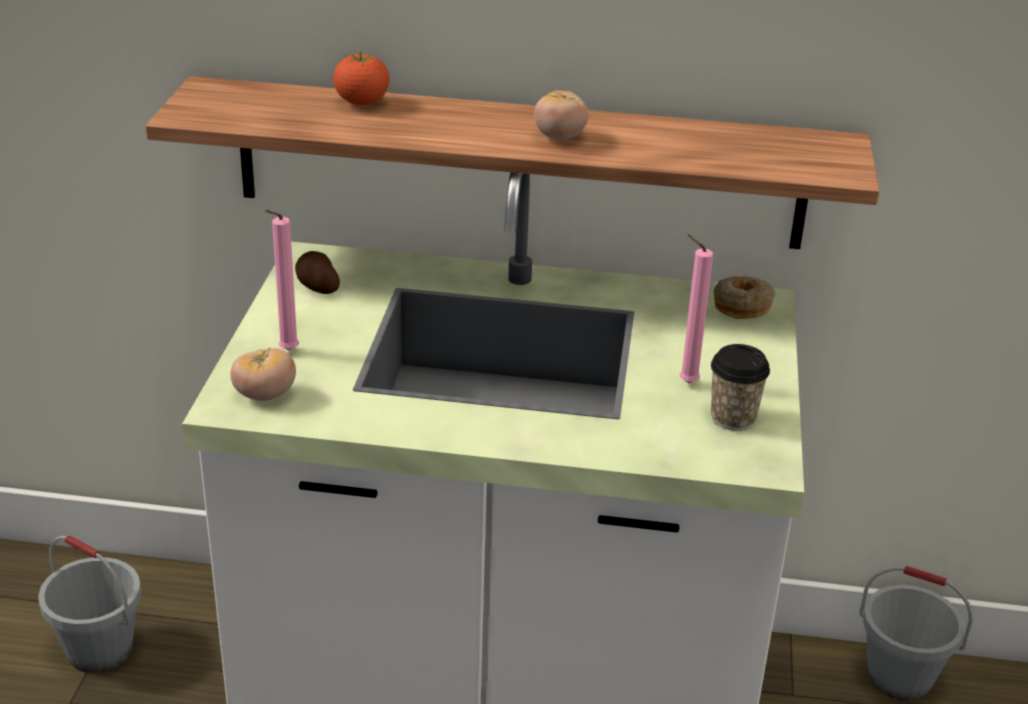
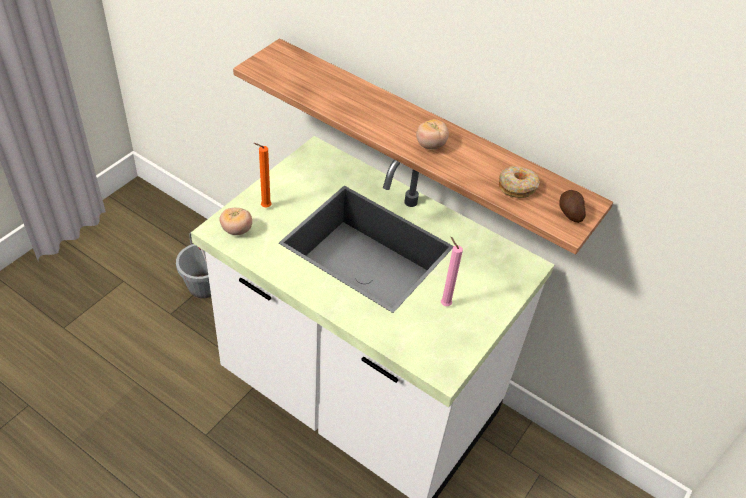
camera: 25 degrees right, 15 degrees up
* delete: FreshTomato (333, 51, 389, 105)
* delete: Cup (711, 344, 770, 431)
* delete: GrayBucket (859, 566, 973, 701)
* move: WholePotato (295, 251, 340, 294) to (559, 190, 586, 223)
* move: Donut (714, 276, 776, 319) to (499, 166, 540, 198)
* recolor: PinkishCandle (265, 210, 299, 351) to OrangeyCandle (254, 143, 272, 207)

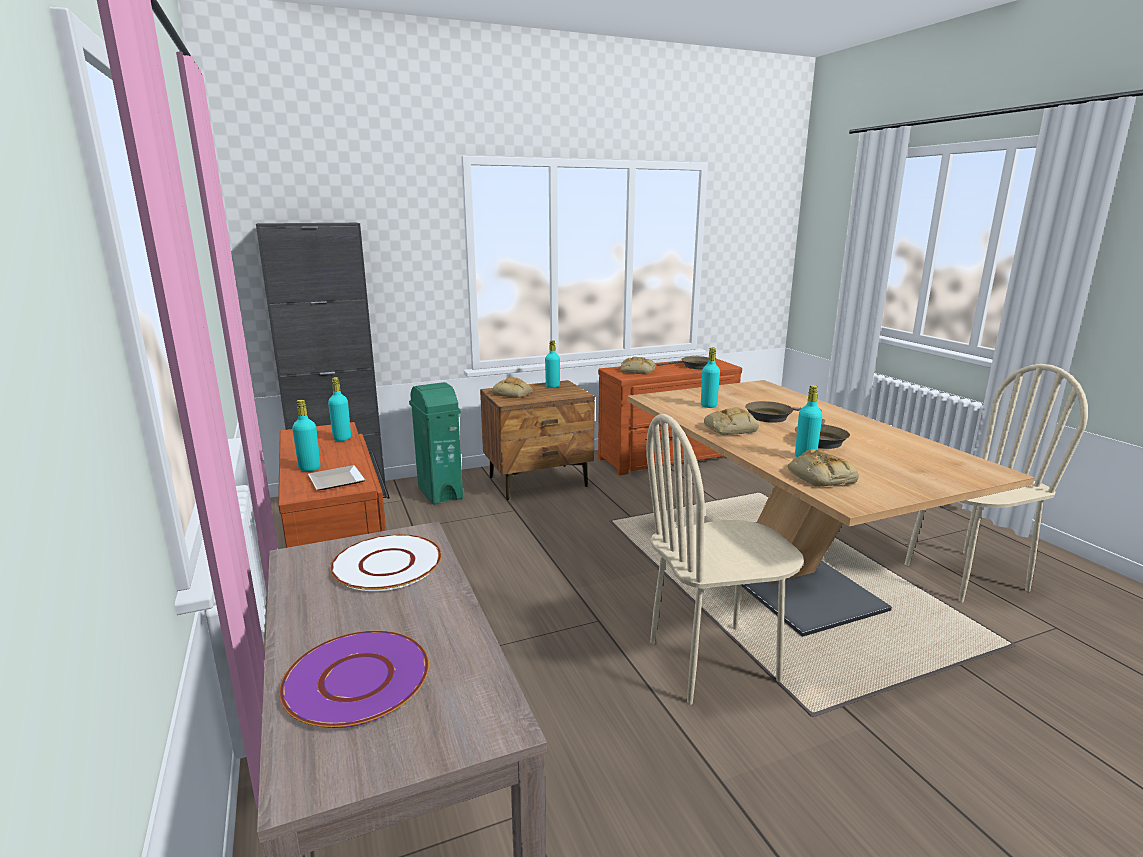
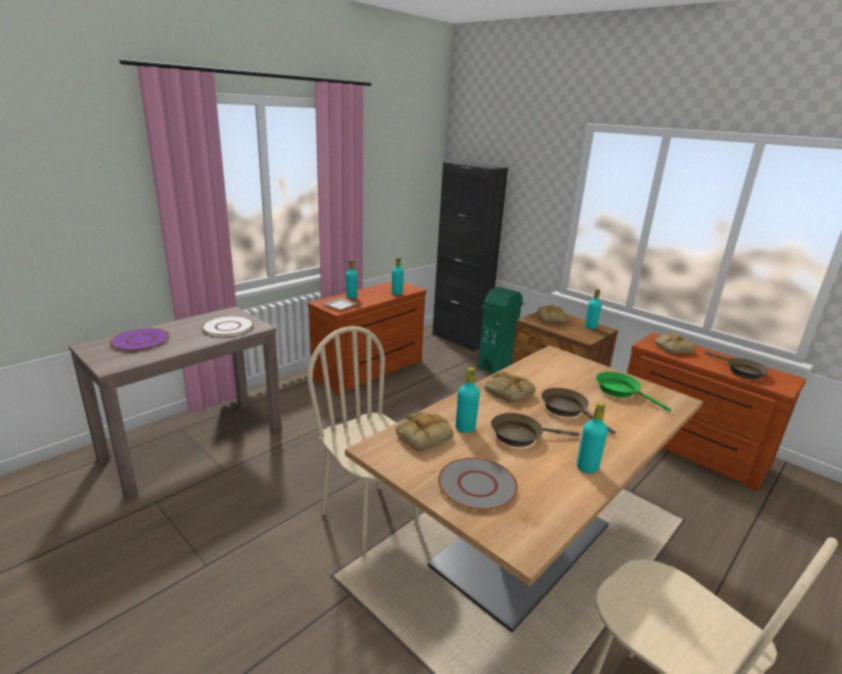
camera: 65 degrees right, 5 degrees up
* insert: GrayPlate (438, 458, 518, 511)
* insert: GreenColouredPan (596, 372, 671, 412)
* move: BlueGreenDrinkBottle (701, 348, 720, 408) to (577, 402, 608, 473)

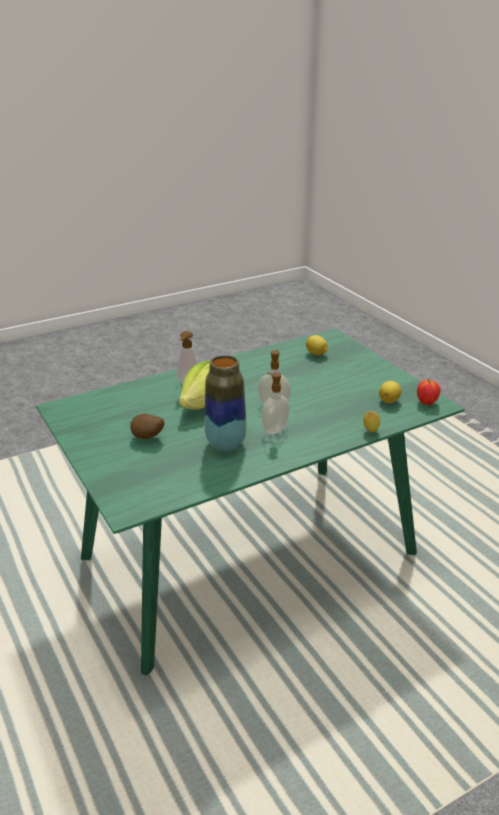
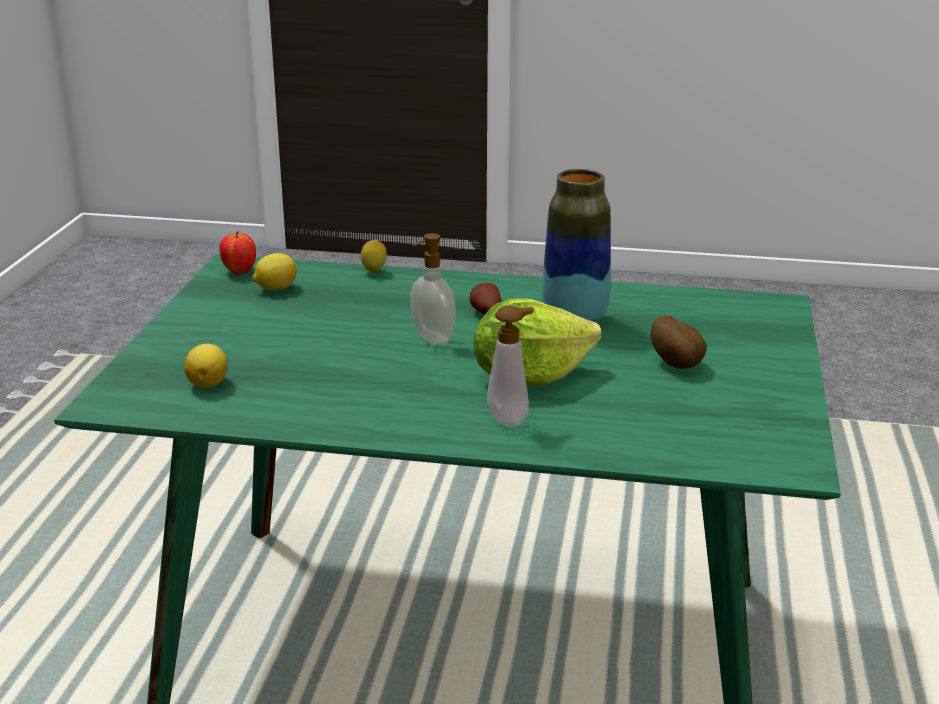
camera: 140 degrees left, 5 degrees down
* replace: SoapDispenser (262, 372, 289, 435) to WholePotato (469, 283, 502, 315)

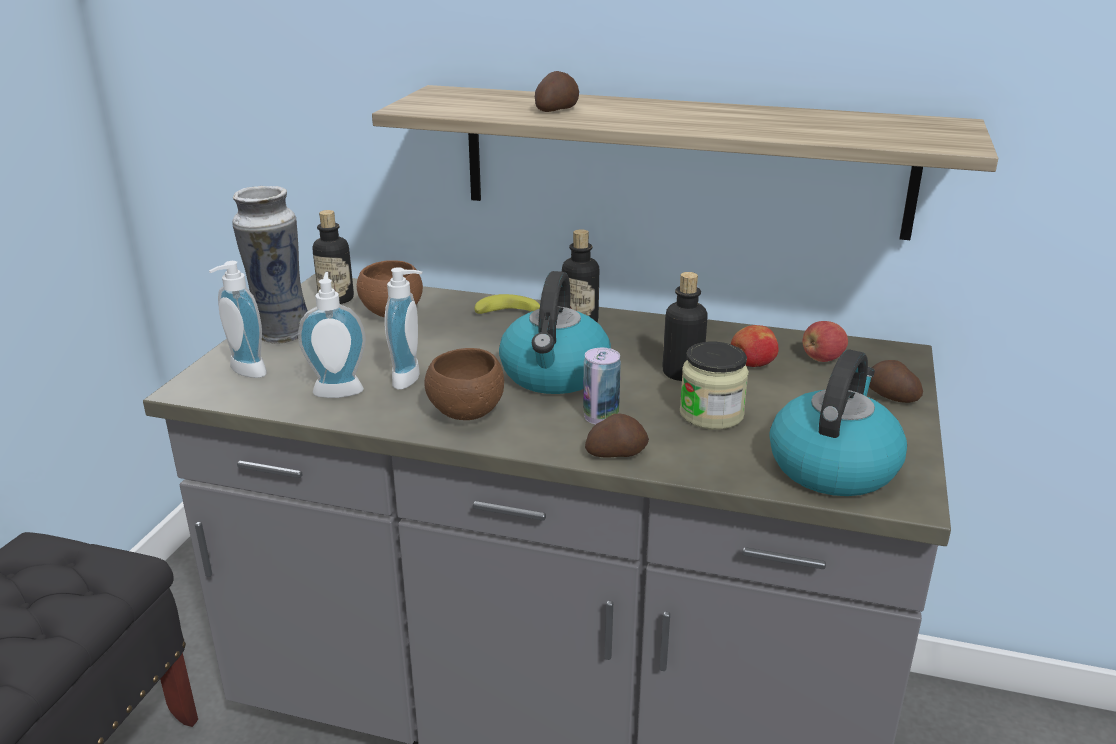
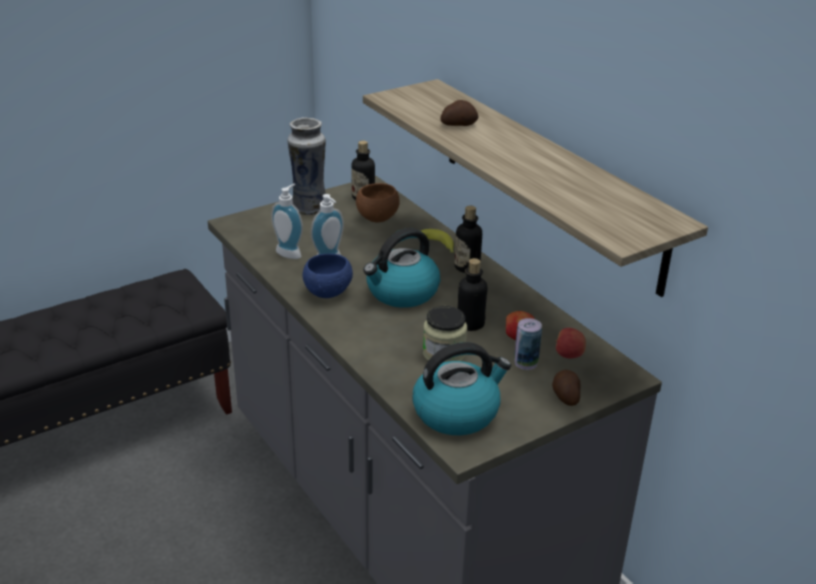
camera: 40 degrees right, 5 degrees up
* delete: SoapDispenser (209, 261, 267, 378)
* delete: WholePotato (585, 413, 649, 458)
* move: MetalCan (583, 348, 621, 425) to (514, 318, 542, 370)
* recolor: BrownishBowl (424, 348, 504, 420) to BlueColouredBowl (303, 254, 353, 298)

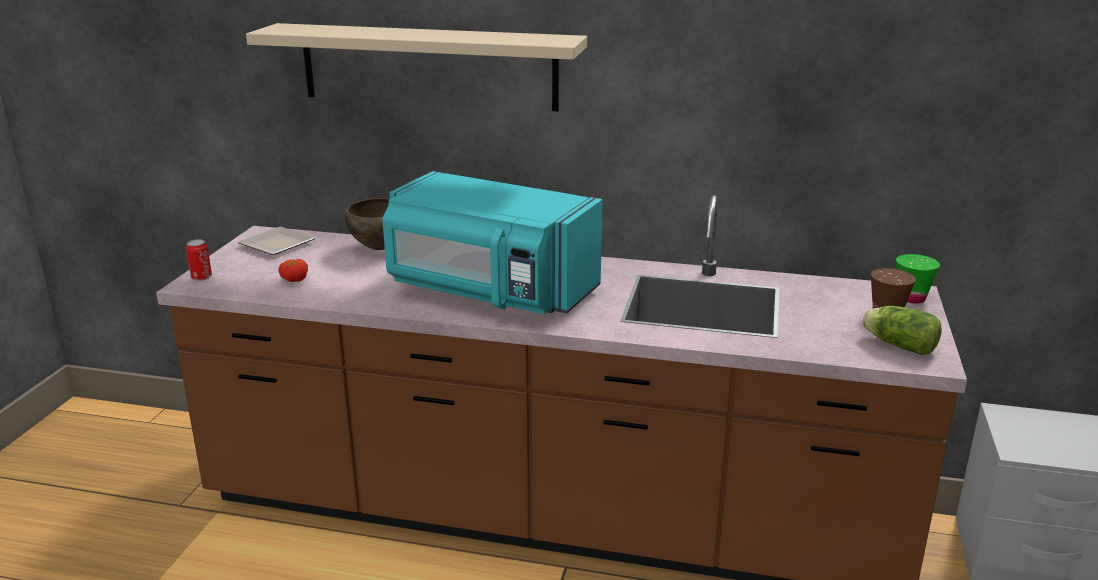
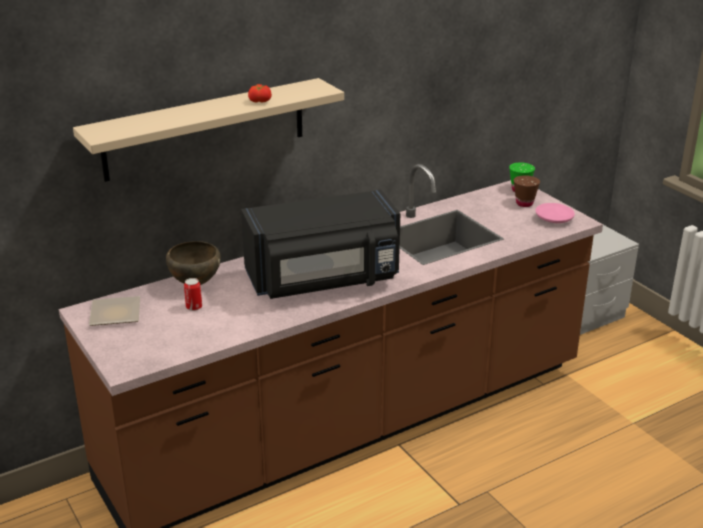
camera: 45 degrees left, 5 degrees up
* move: MetalCan (186, 239, 212, 281) to (184, 278, 202, 311)
* move: FreshTomato (279, 259, 308, 282) to (248, 84, 272, 103)
* replace: Lettuce (863, 306, 941, 355) to PinkishPlate (535, 203, 575, 223)
* recolor: BlueGreenKitchenMicrowave (383, 171, 603, 314) to BlackishKitchenMicrowave (241, 190, 400, 299)

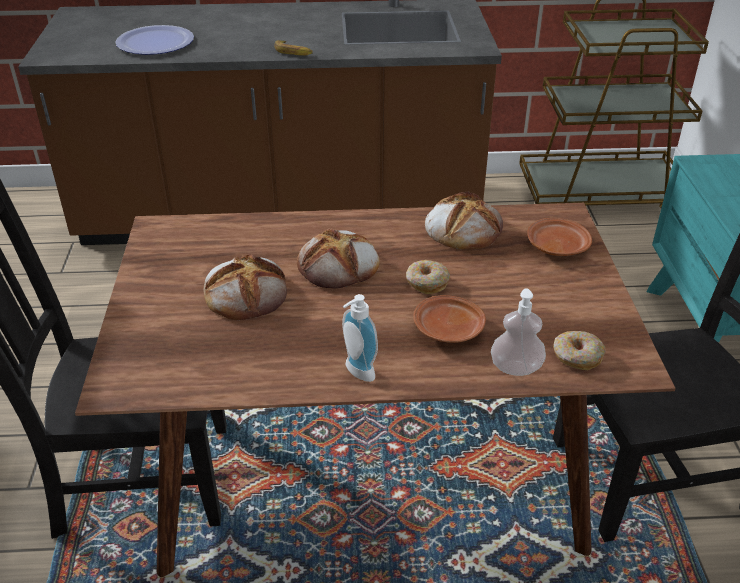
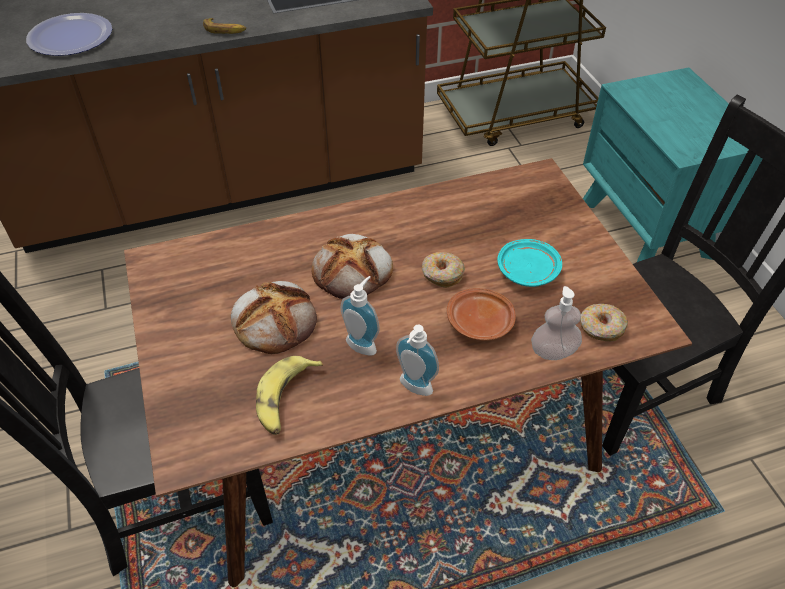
camera: 15 degrees left, 10 degrees up
* delete: Bread (425, 191, 503, 250)
* delete: BrownishPlate (527, 218, 592, 256)
* insert: BananaFruit (256, 356, 323, 435)
* insert: SoapDispenser (341, 276, 379, 356)
* insert: BlueGreenPlate (497, 239, 562, 287)

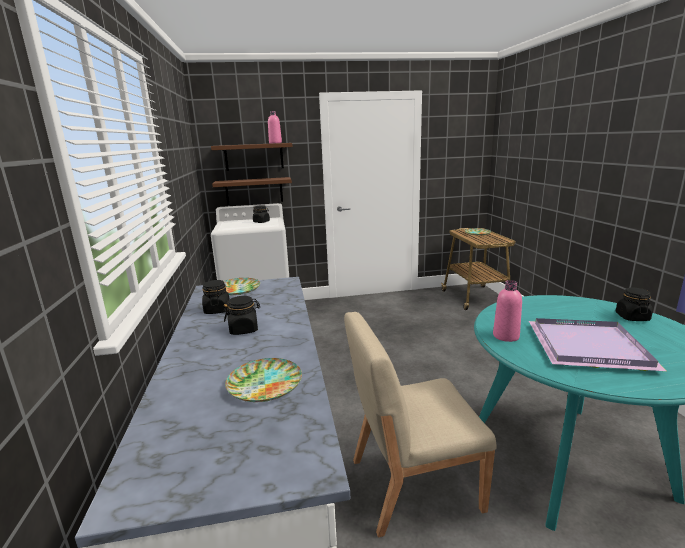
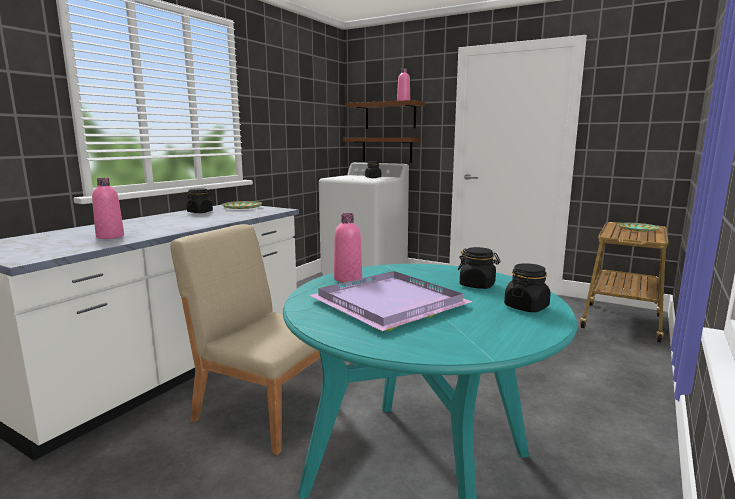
camera: 40 degrees right, 5 degrees down
* move: BlackishStorageJar (223, 296, 260, 335) to (458, 247, 501, 289)
* replace: Plate (225, 358, 302, 402) to PinkishDrinkBottle (92, 178, 124, 239)

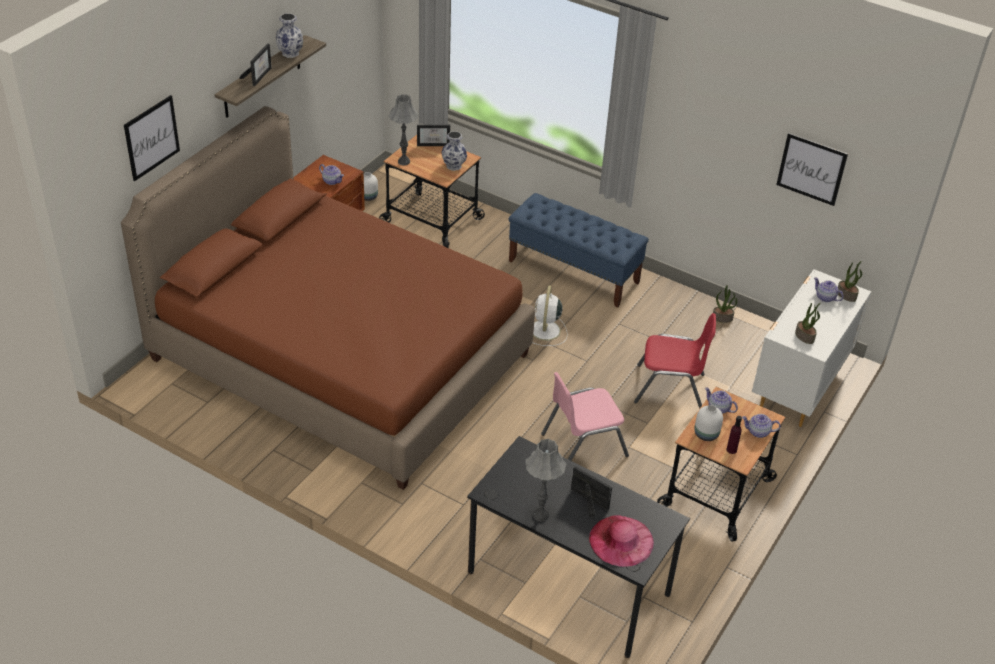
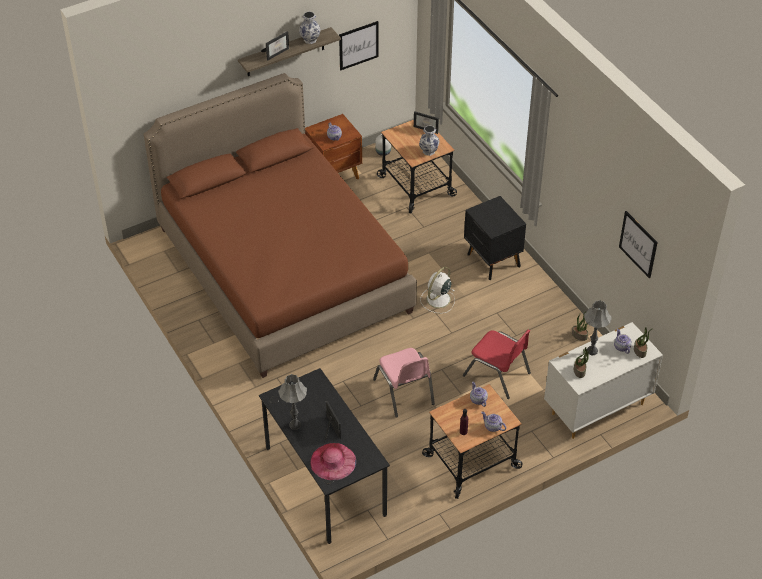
camera: 30 degrees right, 5 degrees up
* delete: WhiteColouredFlowerVase (694, 405, 723, 441)
* move: WallArt (124, 95, 180, 181) to (339, 21, 379, 70)
* move: GrayTabletopLamp (389, 94, 418, 165) to (584, 300, 612, 355)
* replace: BlueColouredIndoorBench (509, 193, 649, 308) to BlackishNightstand (464, 196, 526, 280)
* rotate: PinkishUprightChair (541, 372, 629, 461) = (373, 348, 435, 418) 120 degrees counterclockwise

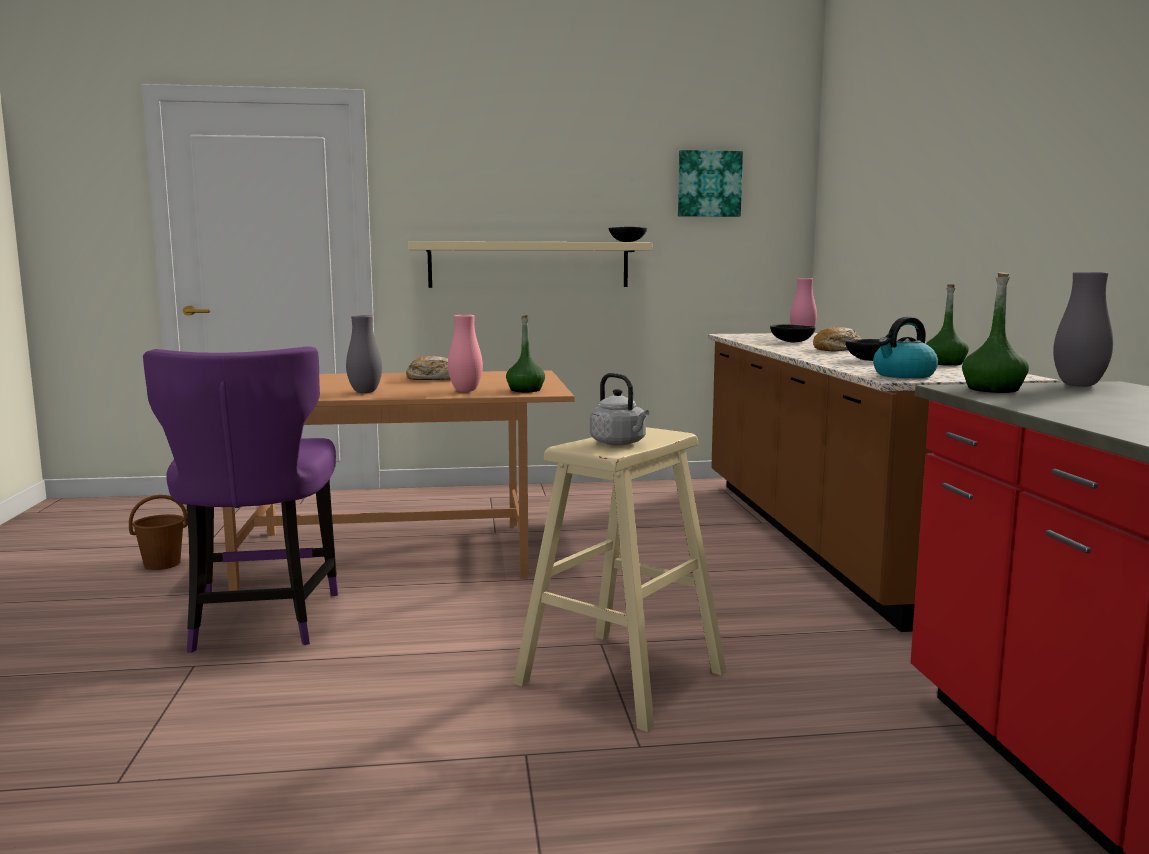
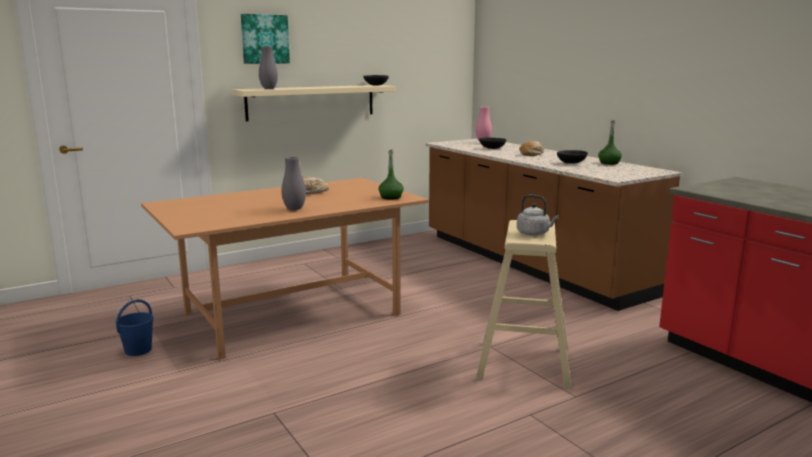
camera: 25 degrees left, 5 degrees up
* delete: PurpleUprightChair (143, 346, 338, 653)
* delete: PinkishFlowerVase (448, 315, 483, 392)
* delete: WaterKettle (873, 317, 938, 378)
* delete: GreenColouredDrinkBottle (962, 272, 1029, 393)
* move: WallArt (678, 150, 743, 217) to (241, 14, 290, 64)
* move: GrayFlowerVase (1053, 272, 1113, 387) to (259, 47, 278, 89)
* recolor: BrownishBucket (129, 495, 188, 570) to BlueColouredBucket (116, 299, 154, 356)

